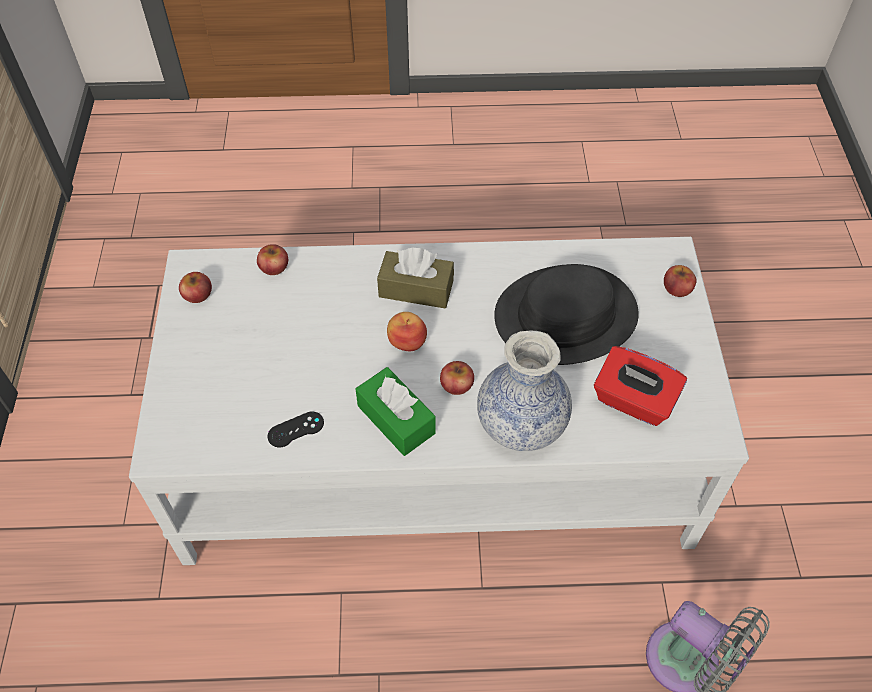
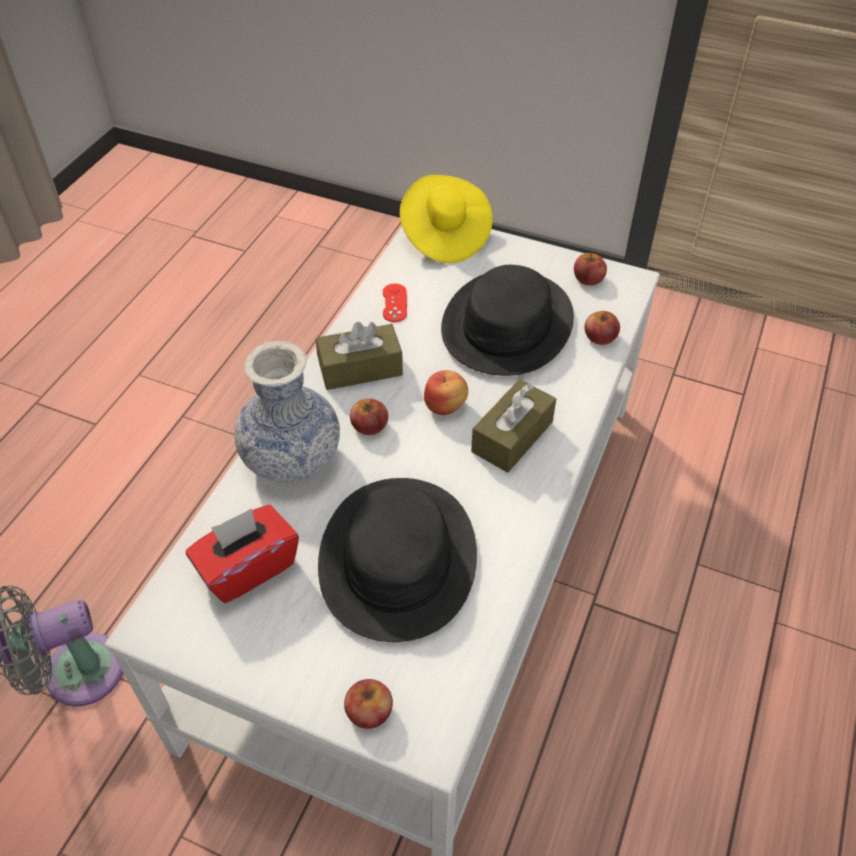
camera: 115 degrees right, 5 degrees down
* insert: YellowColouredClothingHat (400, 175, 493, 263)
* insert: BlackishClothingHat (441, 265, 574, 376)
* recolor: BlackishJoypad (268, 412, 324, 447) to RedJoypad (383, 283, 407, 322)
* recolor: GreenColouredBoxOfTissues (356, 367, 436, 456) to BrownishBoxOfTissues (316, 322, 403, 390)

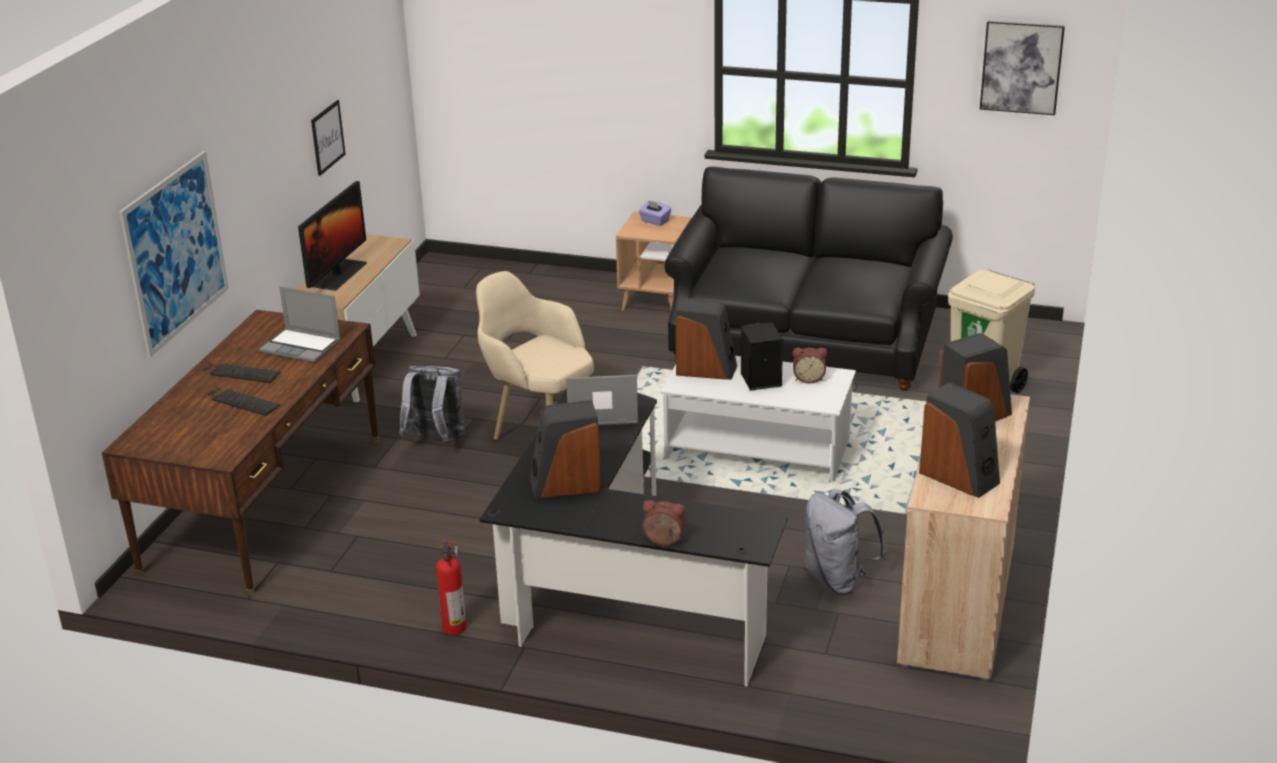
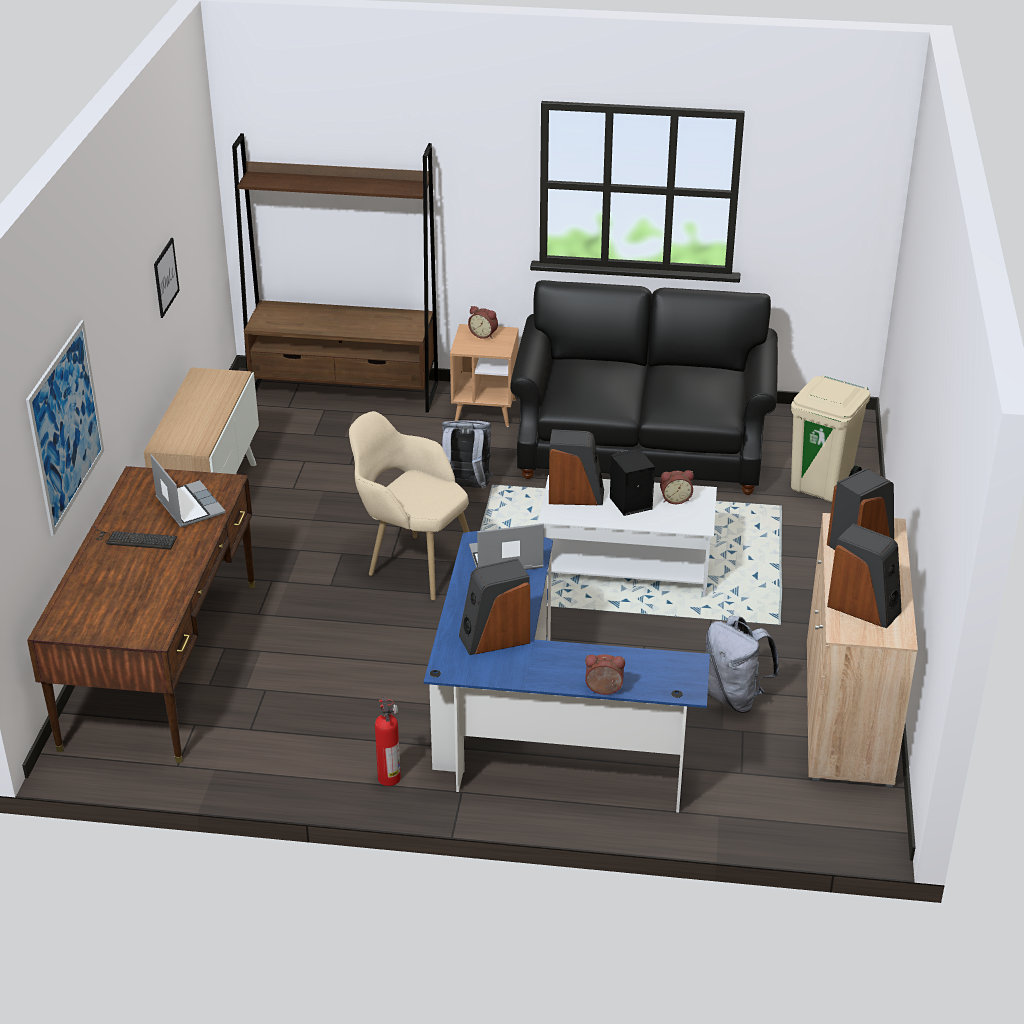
camera: 10 degrees left, 5 degrees up
* delete: ComputerKeyboard (206, 382, 280, 416)
* delete: ComputerScreen (298, 181, 367, 291)
* delete: WallArt (980, 20, 1065, 115)
* insert: BrownishBookshelf (232, 133, 438, 413)
* move: GrayKnapsack (399, 366, 465, 442) to (442, 421, 493, 489)
* replace: PurpleBoxOfTissues (638, 200, 671, 226) to BedsideClock (468, 306, 498, 339)
* recolor: BlackishDesk (479, 389, 788, 687) to BlueColouredDesk (424, 530, 710, 813)
* rotate: Laptop (259, 286, 341, 363) = (150, 454, 226, 527) 135 degrees counterclockwise

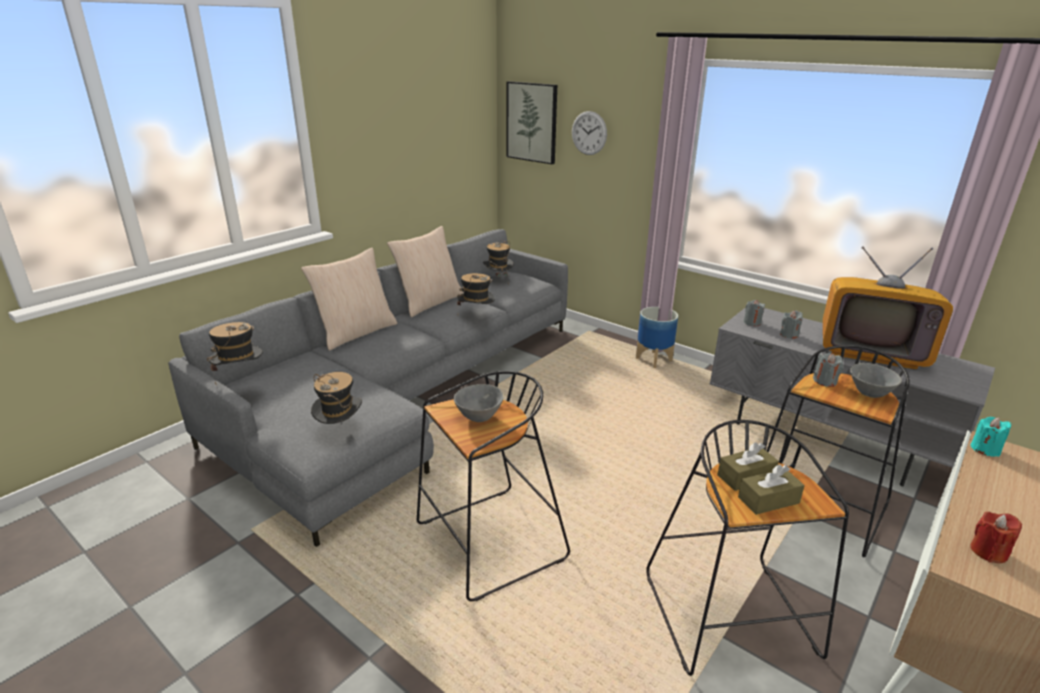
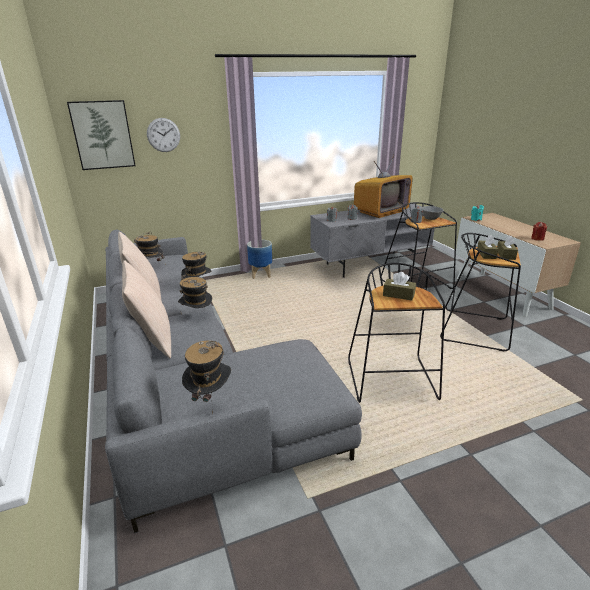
camera: 60 degrees left, 0 degrees up
* move: ClothingHat (311, 372, 362, 424) to (178, 277, 212, 315)
* replace: GrayBowl (454, 384, 504, 422) to BrownishBoxOfTissues (383, 272, 416, 301)

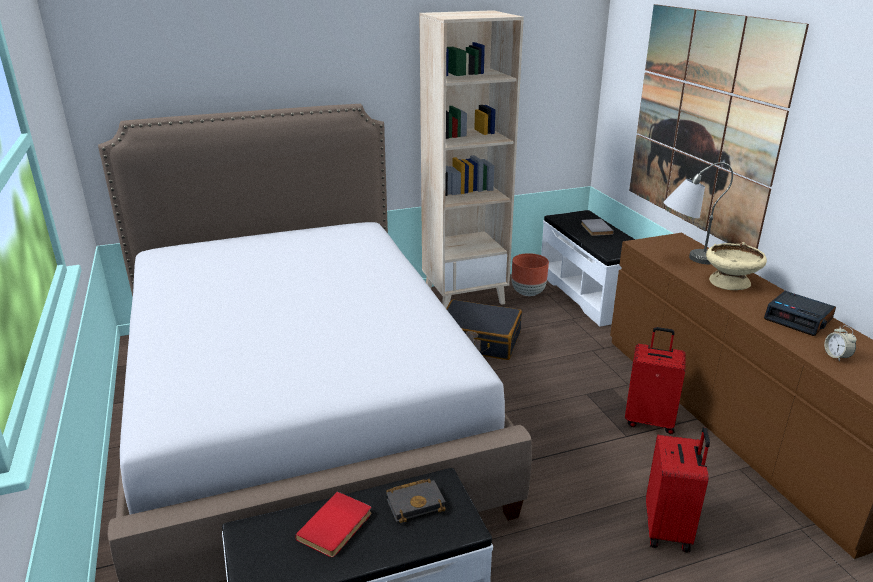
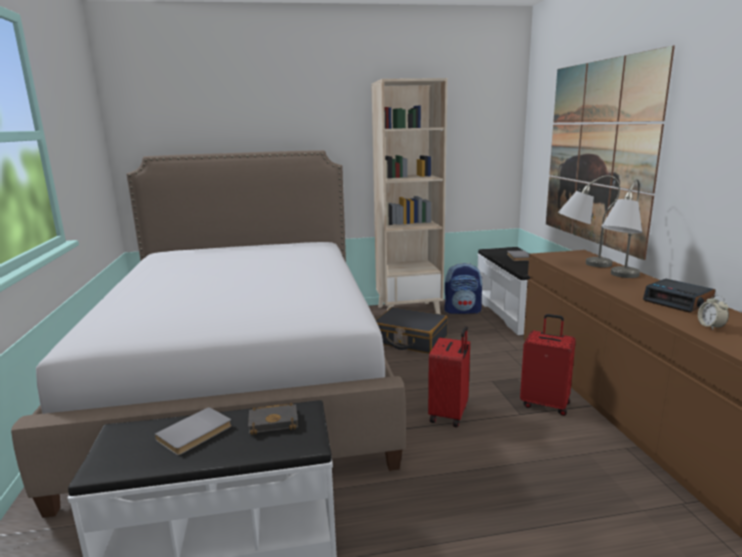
camera: 10 degrees right, 10 degrees down
* move: RedPieceOfLuggage (646, 427, 710, 553) to (428, 326, 470, 427)
* replace: BrownishFlowerPot (512, 253, 549, 296) to Knapsack (444, 263, 482, 314)
* replace: SandColouredBowl (706, 242, 767, 290) to GrayTabletopLamp (601, 179, 642, 278)
* recolor: RedBoundBook (295, 492, 372, 557) to GrayBoundBook (154, 407, 232, 455)

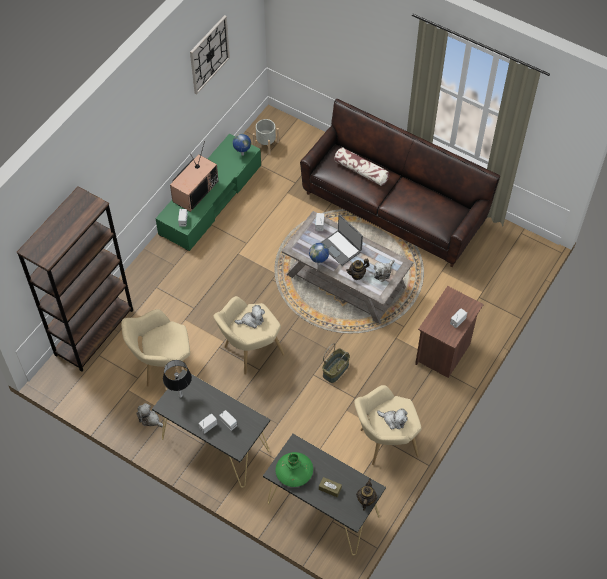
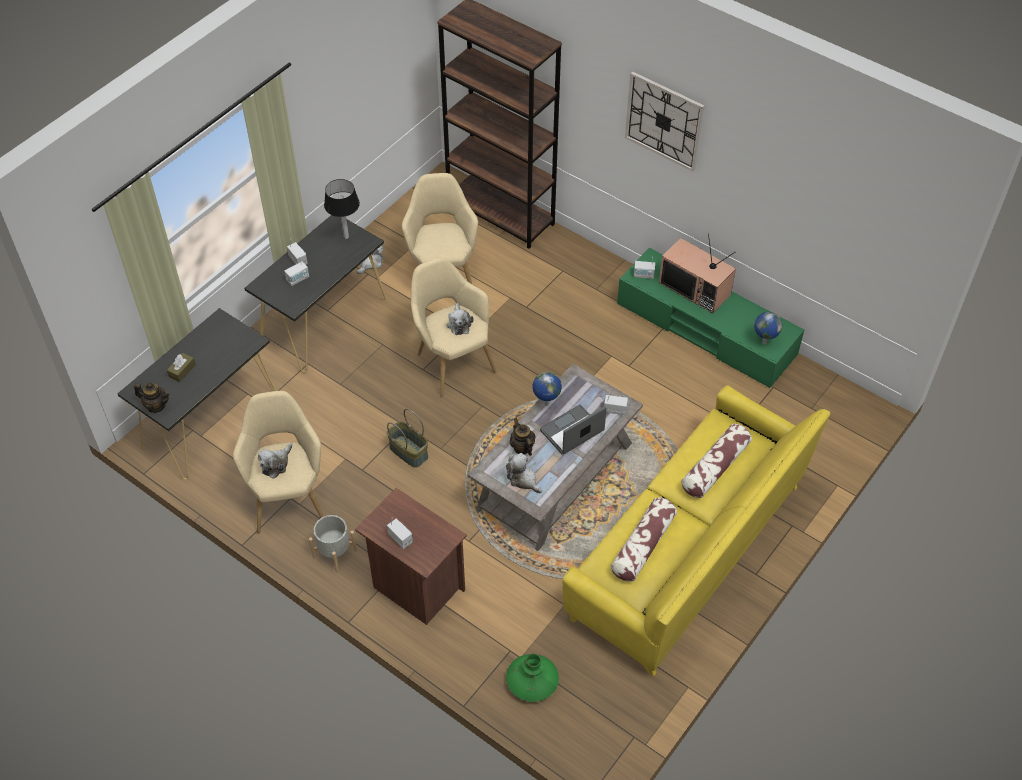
camera: 95 degrees right, 5 degrees down
* insert: Cushion (611, 498, 677, 582)
* move: ClockOnTheWall (190, 15, 230, 94) to (625, 72, 704, 172)
* move: GrayFlowerPot (253, 119, 279, 155) to (309, 515, 357, 573)
* move: GreenColouredFlowerVase (276, 452, 313, 487) to (506, 654, 559, 702)
* recolor: BrownishSofa (300, 99, 500, 267) to YellowColouredSofa (562, 385, 830, 676)

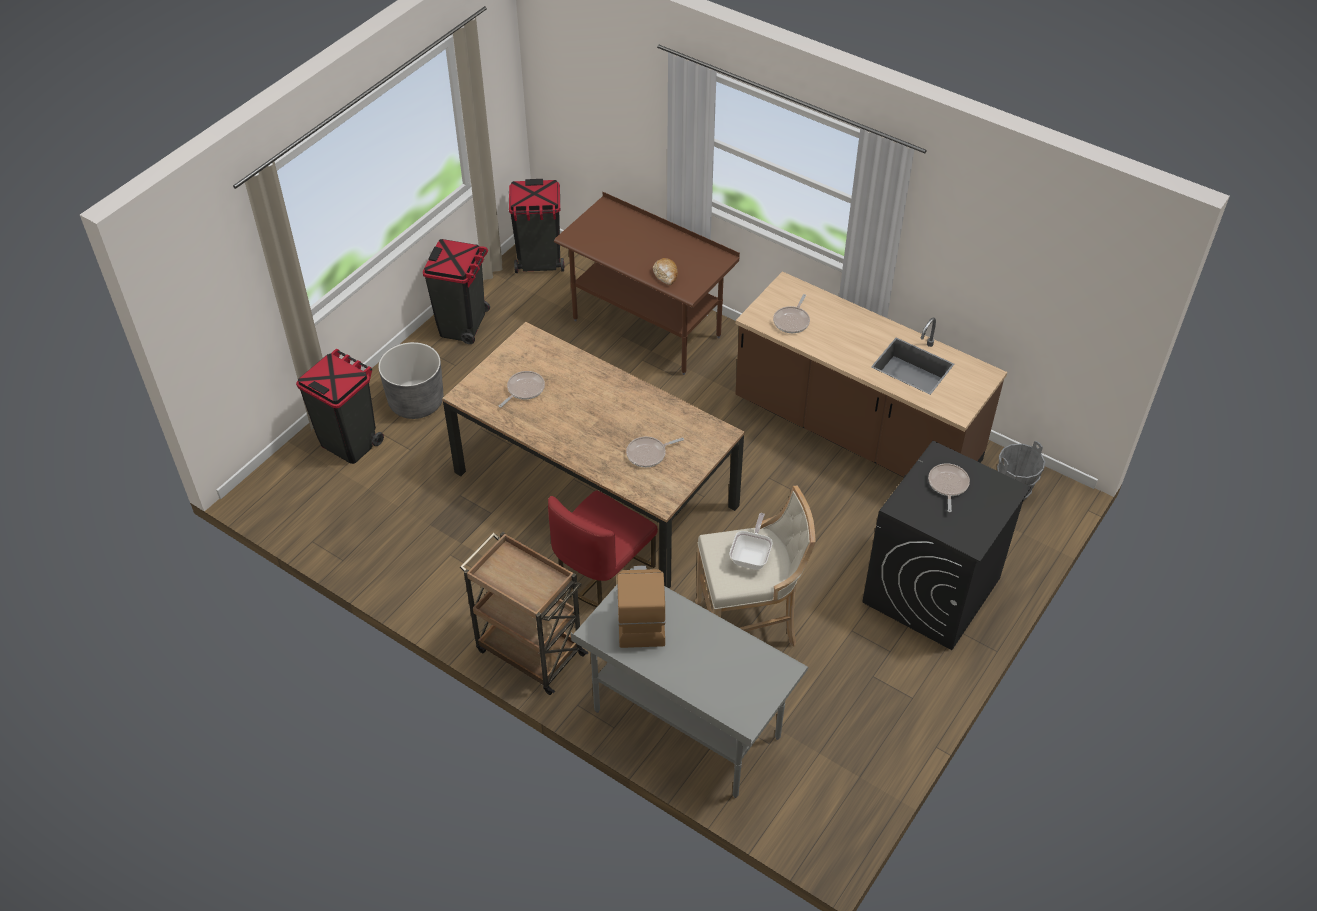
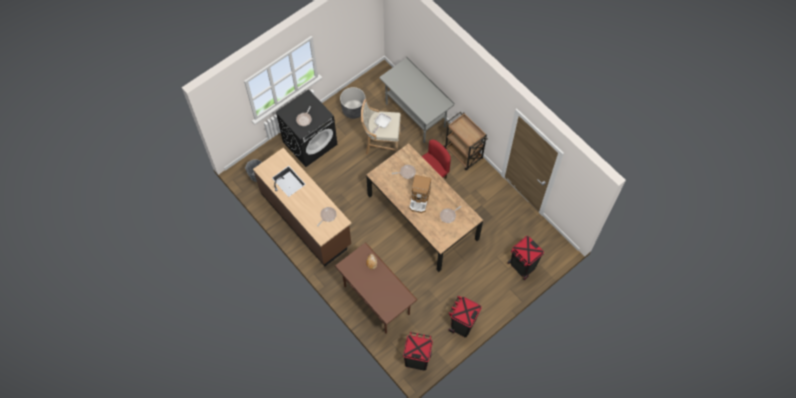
camera: 165 degrees left, 15 degrees up
* move: GrayFlowerPot (378, 342, 443, 419) to (340, 87, 366, 119)
* move: CoffeeBrewer (617, 565, 666, 648) to (409, 175, 431, 213)

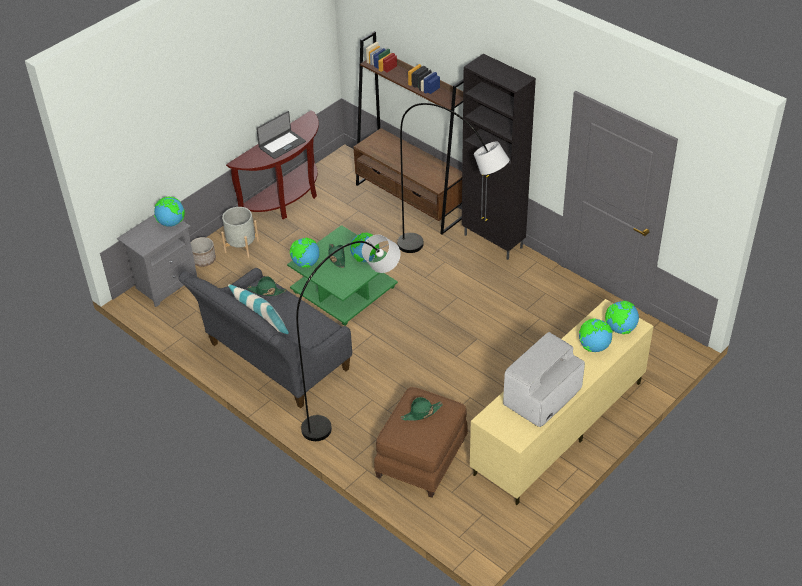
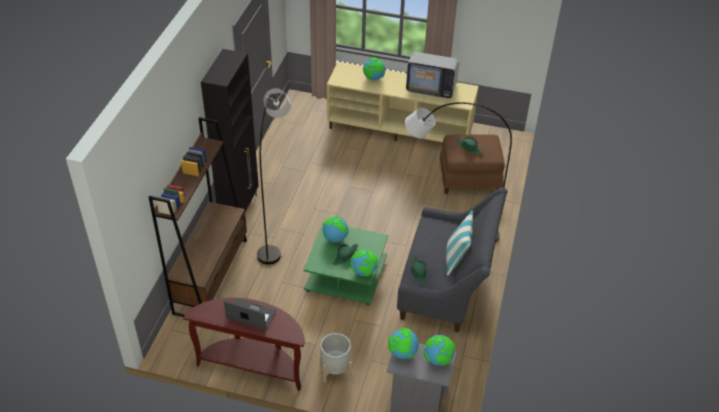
camera: 120 degrees left, 0 degrees up
* delete: FlowerPot (191, 237, 216, 267)
* move: DeskGlobe (605, 301, 639, 334) to (424, 335, 455, 366)

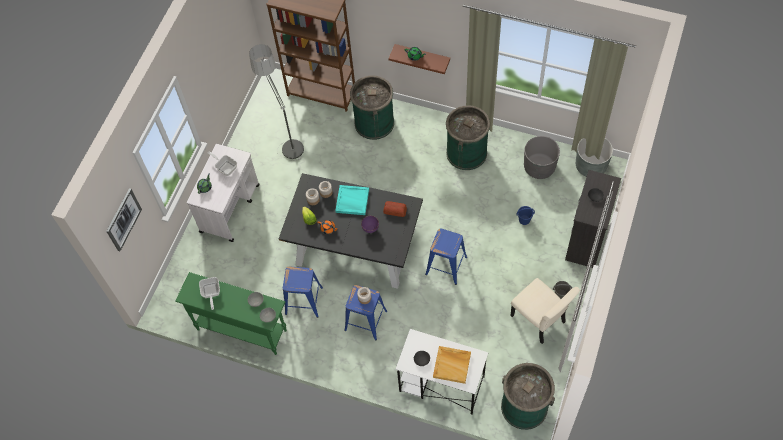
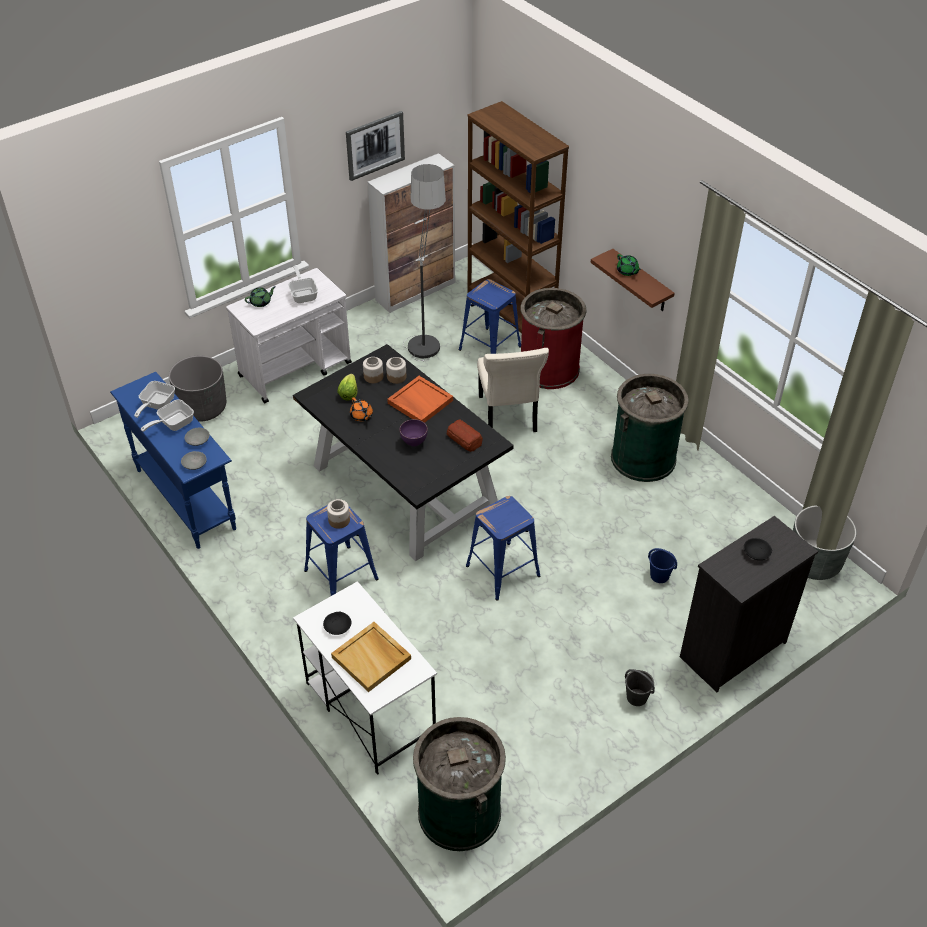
camera: 30 degrees right, 15 degrees down
* insert: Pan (141, 399, 194, 432)
* insert: StorageCabinet (368, 153, 455, 313)
* move: WallArt (106, 188, 142, 251) to (346, 111, 405, 181)
* move: BlueColouredStoolSeat (283, 266, 323, 318) to (459, 279, 521, 354)
* move: SandColouredUprightChair (510, 278, 580, 344) to (477, 348, 549, 432)
* move: GrayFlowerPot (524, 136, 560, 179) to (169, 356, 226, 422)
* recolor: GreenColouredNarrowTable (175, 272, 287, 355) to BlueColouredNarrowTable (110, 372, 236, 549)
* recolor: BlueGreenServingTray (335, 185, 369, 215) to OrangeyServingTray (387, 376, 453, 423)
* recolor: GreenColouredRubbishBin (350, 75, 394, 140) to RedRubbishBin (521, 288, 586, 389)

